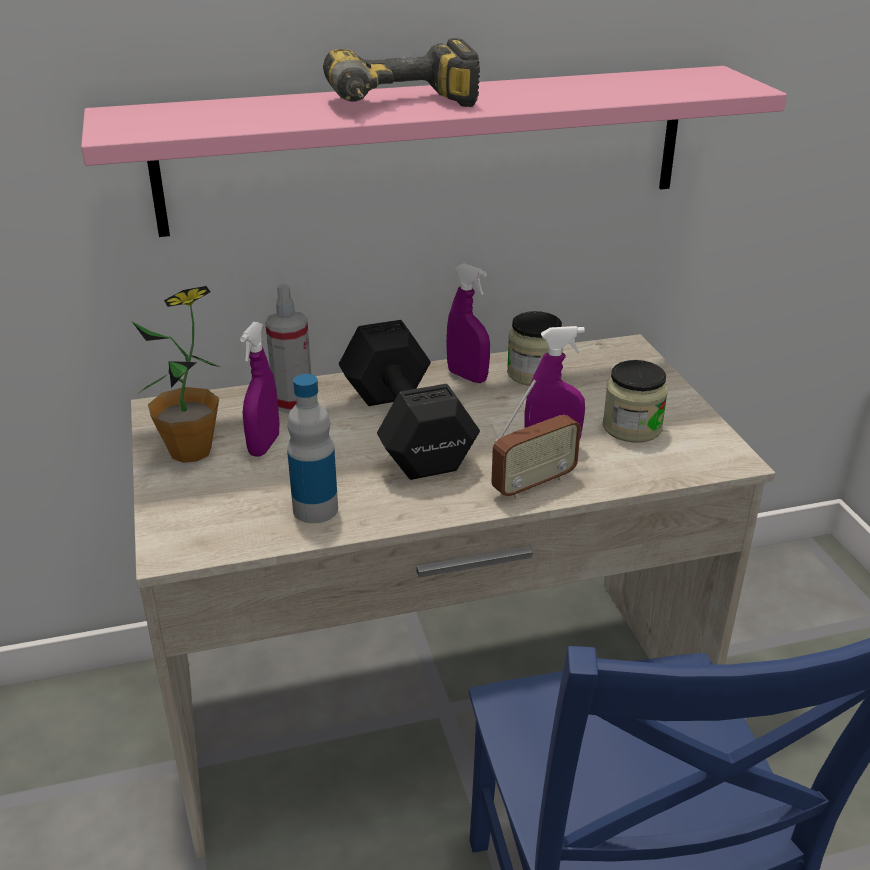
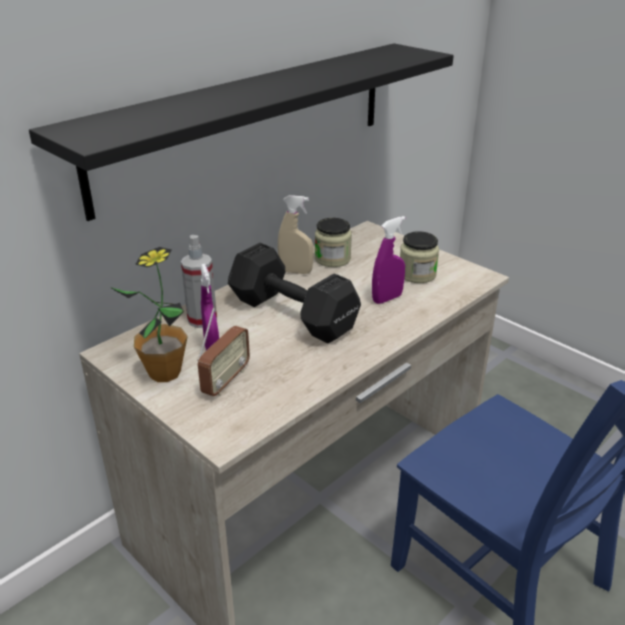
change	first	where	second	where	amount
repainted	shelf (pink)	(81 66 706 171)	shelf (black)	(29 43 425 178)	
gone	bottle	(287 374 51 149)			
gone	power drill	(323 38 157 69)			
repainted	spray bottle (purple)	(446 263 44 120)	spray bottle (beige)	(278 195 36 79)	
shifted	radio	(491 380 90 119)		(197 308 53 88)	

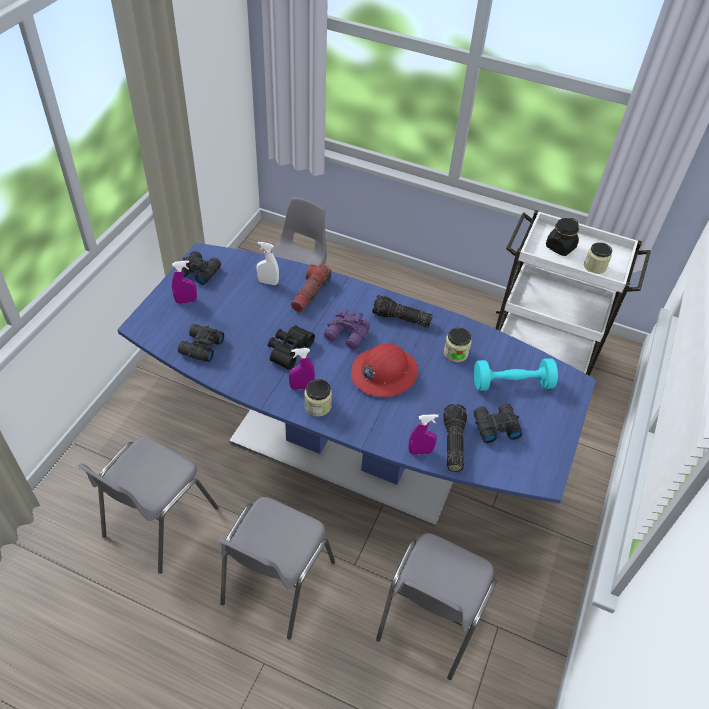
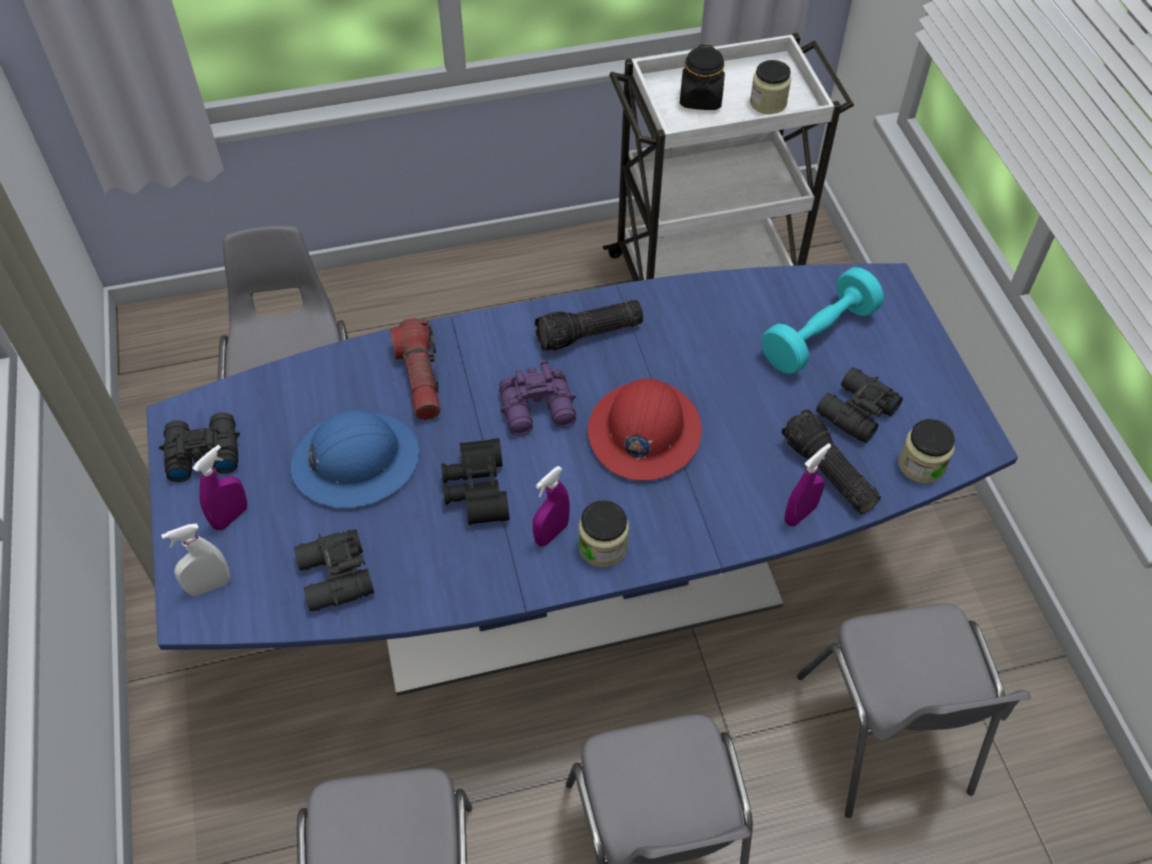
change	first	where	second	where	amount
shifted	spray bottle (white)	(257 242 22 43)		(161 524 69 72)	
shifted	jar	(444 328 28 35)		(898 419 57 65)	
new			hard hat (blue)	(291 410 128 98)	

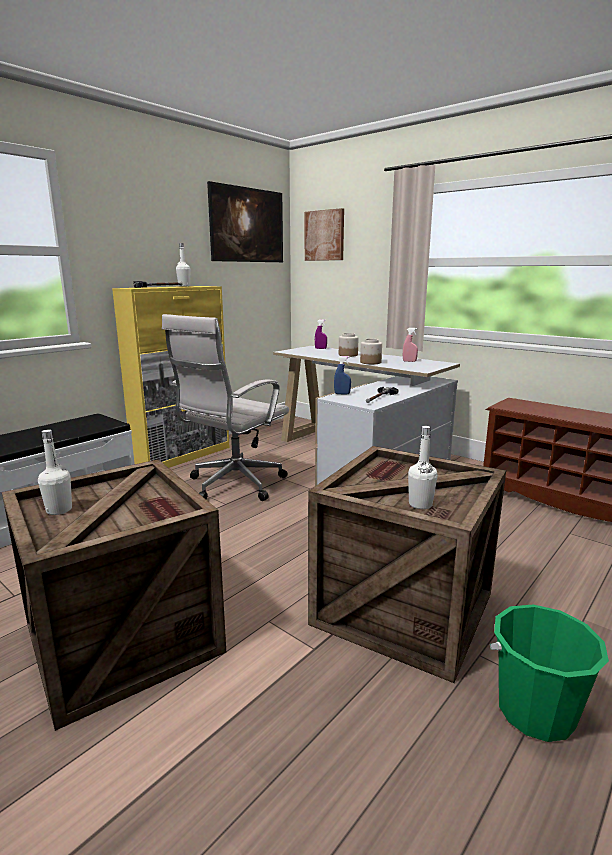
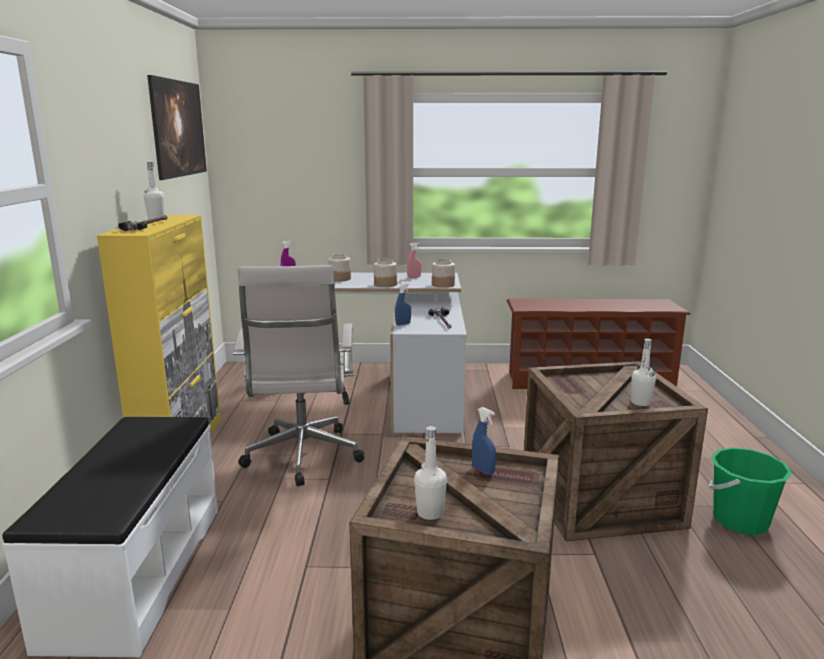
change	first	where	second	where	amount
gone	picture	(305 208 39 53)			
new			jar	(432 259 23 29)	
new			spray bottle (blue)	(472 407 24 68)	

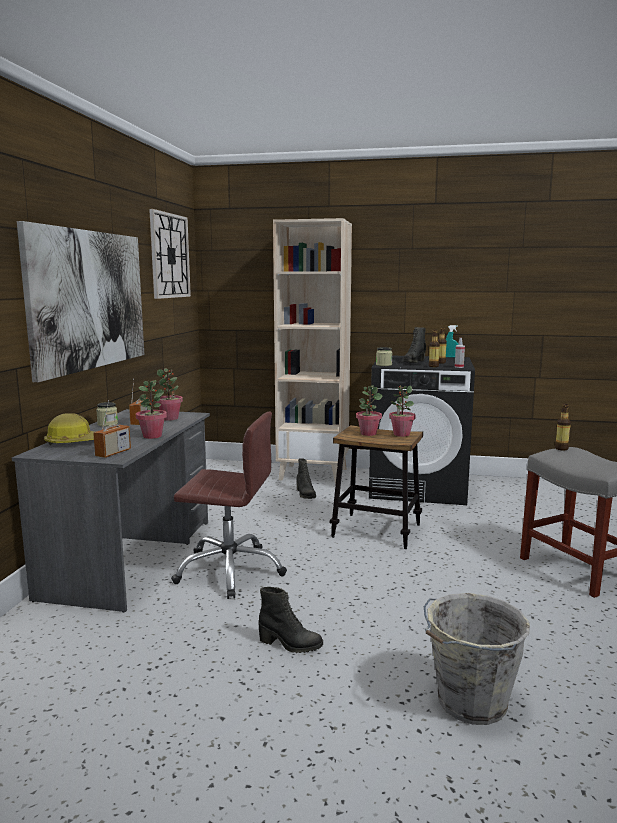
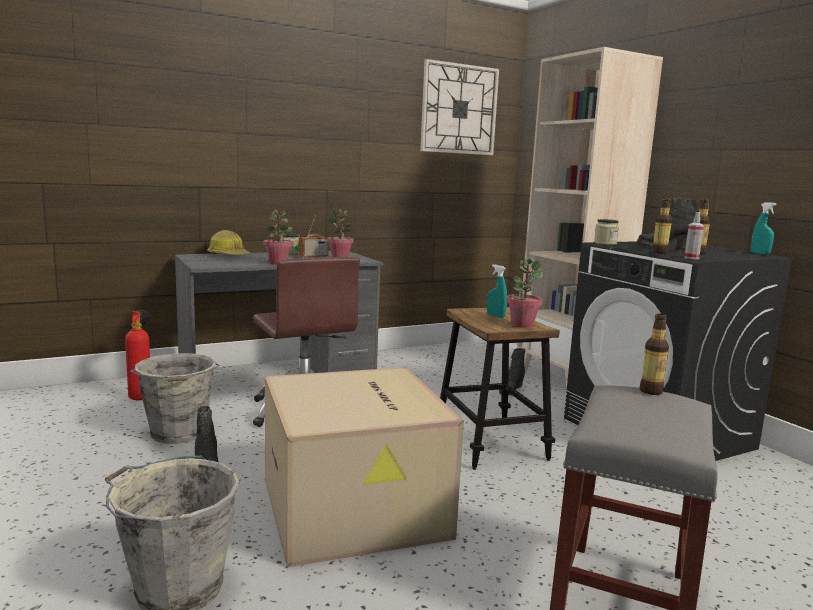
change	first	where	second	where	amount
gone	picture	(17 221 127 161)			
gone	radio	(93 400 38 58)			
swapped	potted plant	(356 385 26 51)	spray bottle (turquoise)	(487 265 20 53)	
new			fire extinguisher	(125 310 25 90)	
new			bucket (grey)	(130 353 89 91)	
new			cardboard box	(265 367 199 200)	

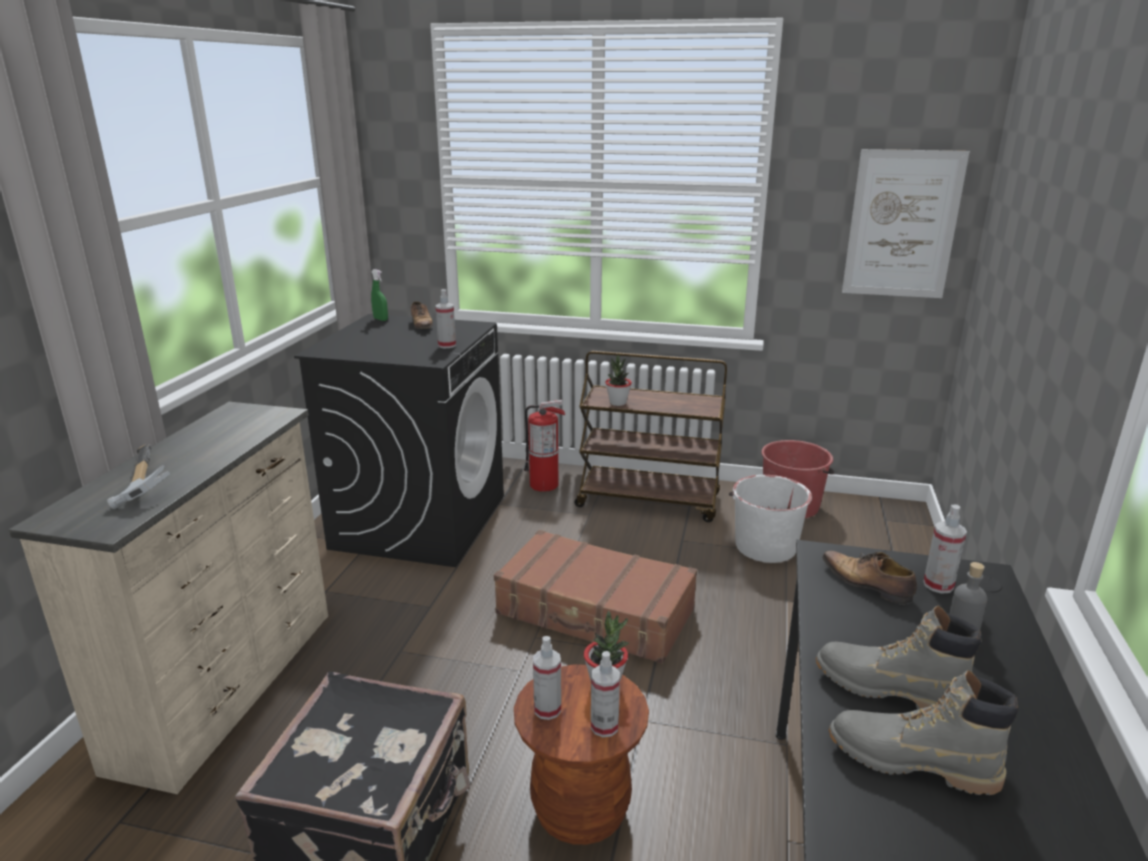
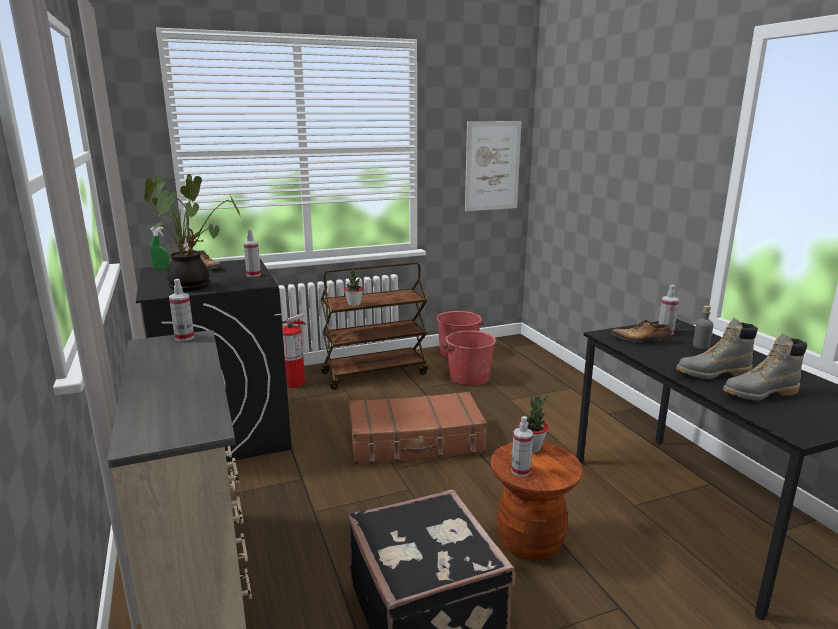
change	first	where	second	where	amount
gone	hammer	(107 444 63 65)			
shifted	spray bottle	(591 651 29 86)		(169 279 25 62)	
repainted	bucket (white)	(729 475 84 88)	bucket (red)	(444 330 52 56)	
new			potted plant	(144 174 96 117)	

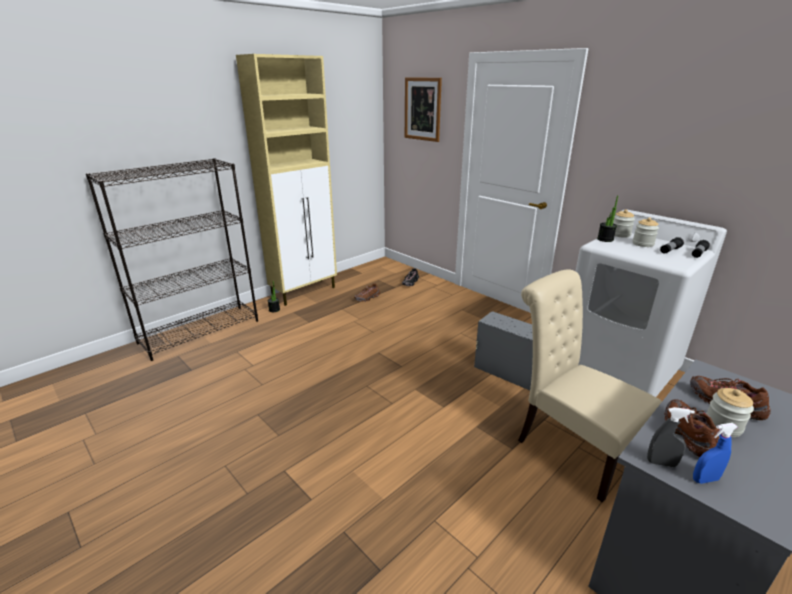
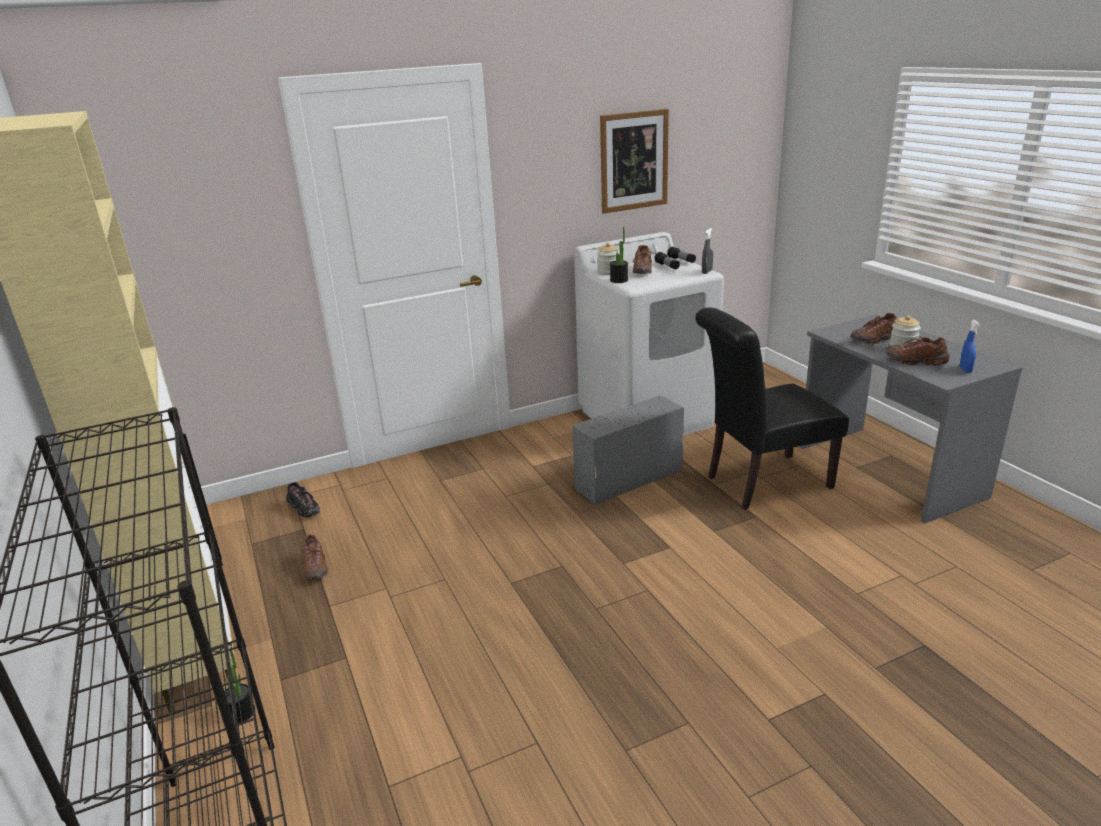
change	first	where	second	where	amount
shifted	picture	(405 77 37 65)		(600 109 69 105)	
repainted	chair (beige)	(518 269 144 234)	chair (black)	(695 307 154 203)	
swapped	jar	(633 217 26 30)	shoe (brown)	(633 245 19 29)	
shifted	spray bottle (grey)	(647 407 48 60)		(702 228 11 46)	

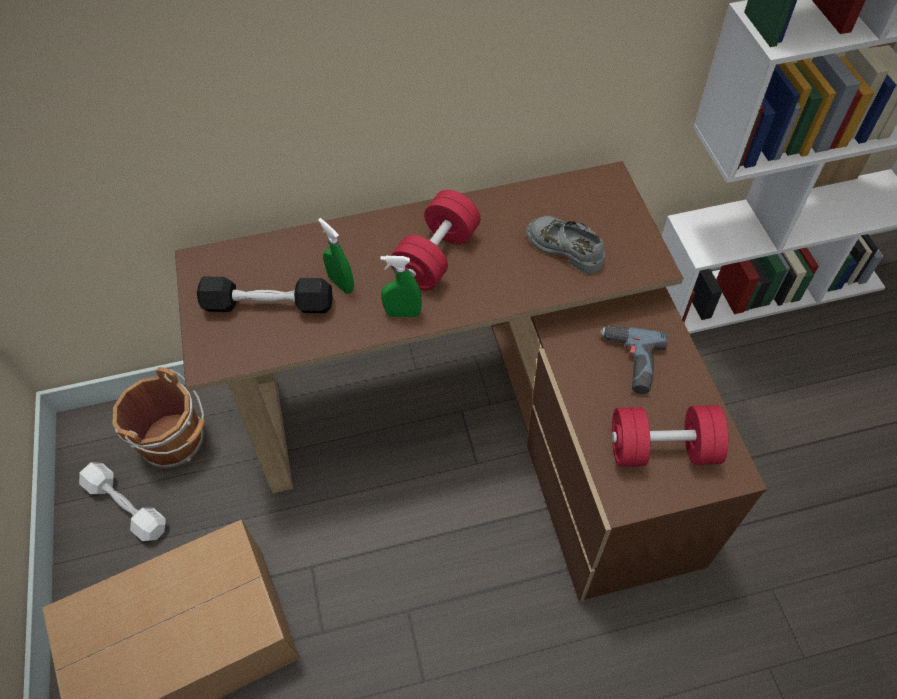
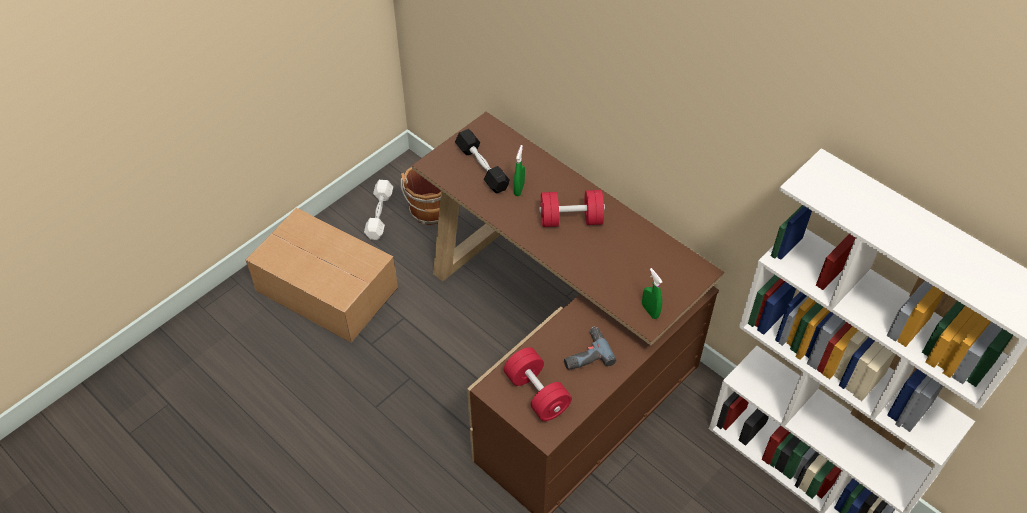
change	first	where	second	where	amount
shifted	spray bottle (green)	(381 256 41 61)		(642 268 20 51)	
gone	shoe (grey)	(526 216 79 58)			

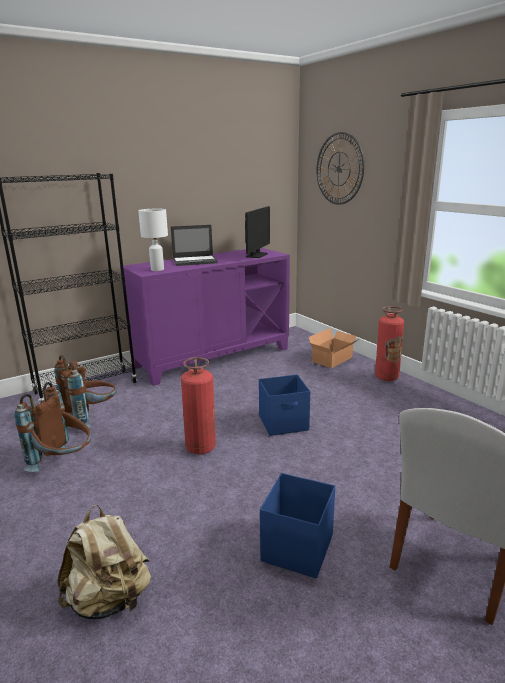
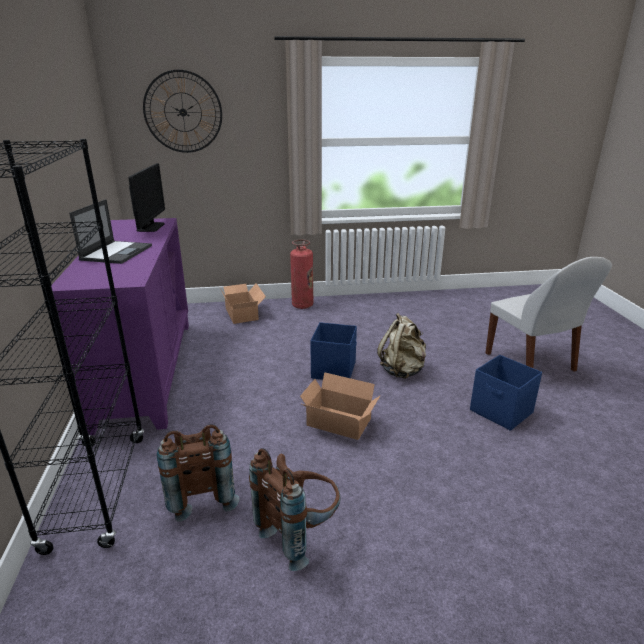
change	first	where	second	where	amount
shifted	backpack (beige)	(57 504 94 115)		(377 313 49 66)	
gone	table lamp (white)	(138 209 30 62)			
swapped	fire extinguisher	(181 357 35 97)	cardboard box	(300 372 81 68)	
rotated	monitor	(245 206 25 52)		(128 163 37 69)	45 degrees clockwise

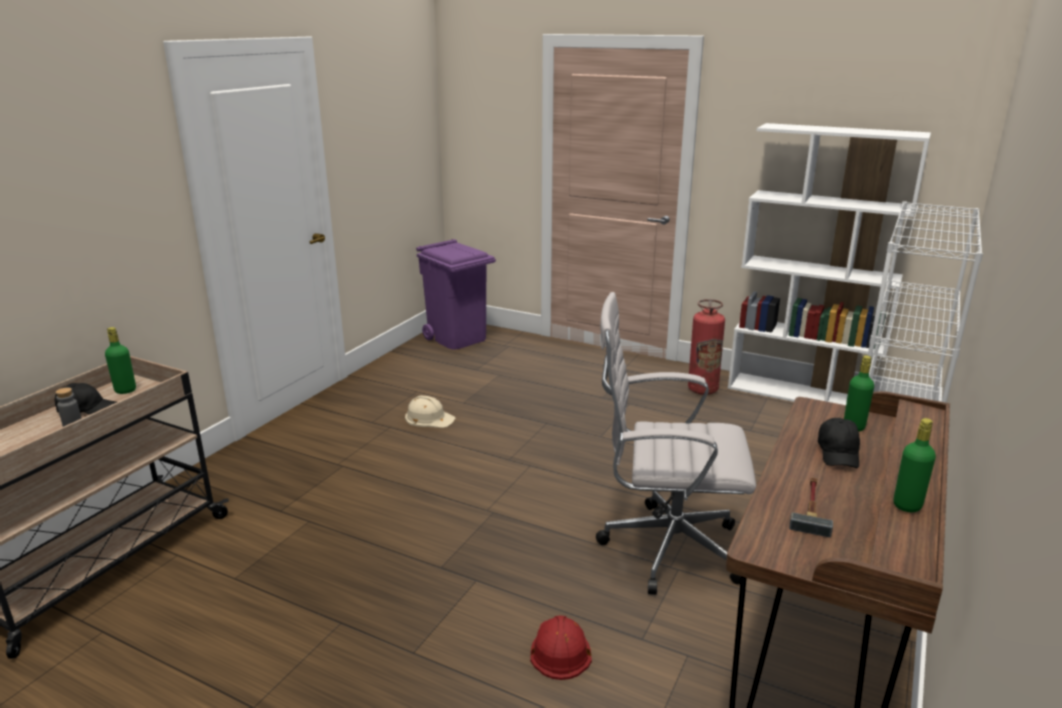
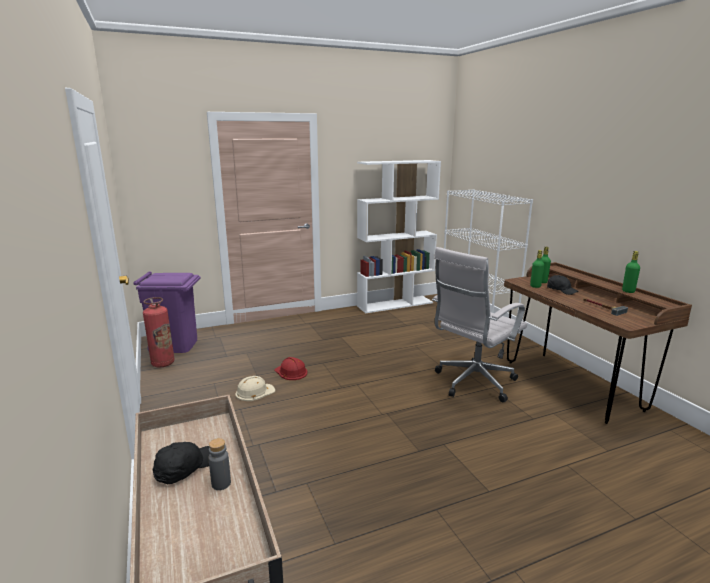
change	first	where	second	where	amount
shifted	bottle (green)	(105 327 31 67)		(530 250 14 38)	
shifted	hard hat (red)	(530 615 62 65)		(274 357 33 23)	
shifted	fire extinguisher	(688 299 37 96)		(143 297 32 70)	

